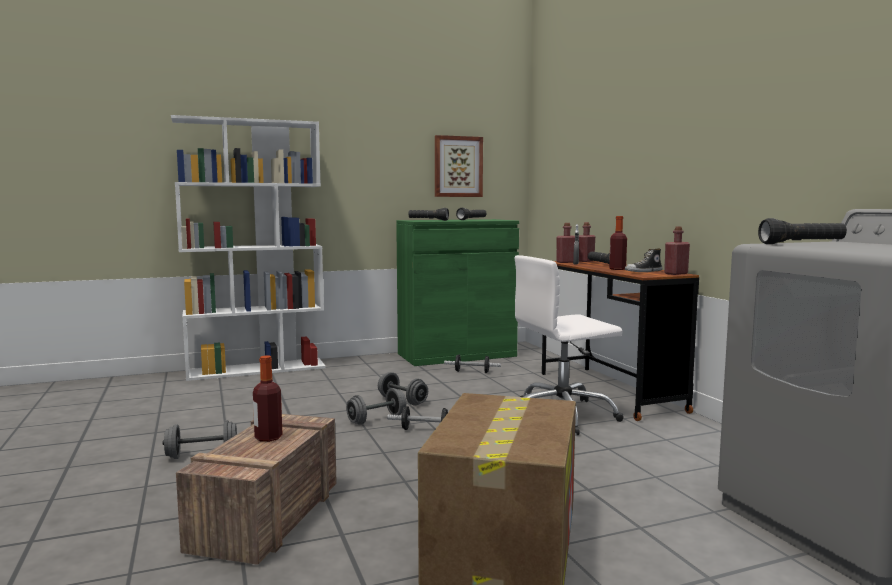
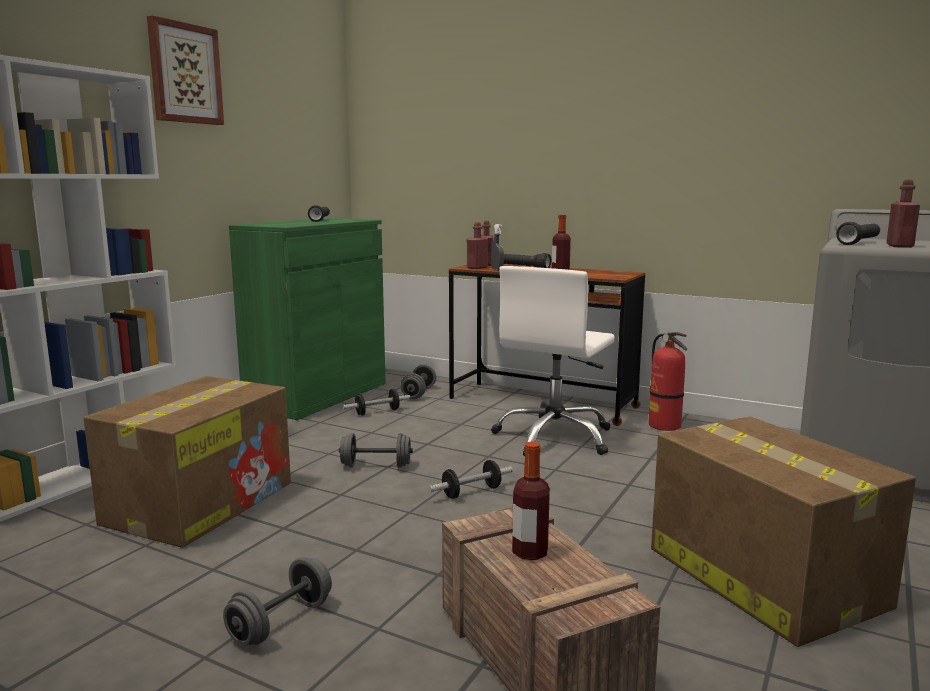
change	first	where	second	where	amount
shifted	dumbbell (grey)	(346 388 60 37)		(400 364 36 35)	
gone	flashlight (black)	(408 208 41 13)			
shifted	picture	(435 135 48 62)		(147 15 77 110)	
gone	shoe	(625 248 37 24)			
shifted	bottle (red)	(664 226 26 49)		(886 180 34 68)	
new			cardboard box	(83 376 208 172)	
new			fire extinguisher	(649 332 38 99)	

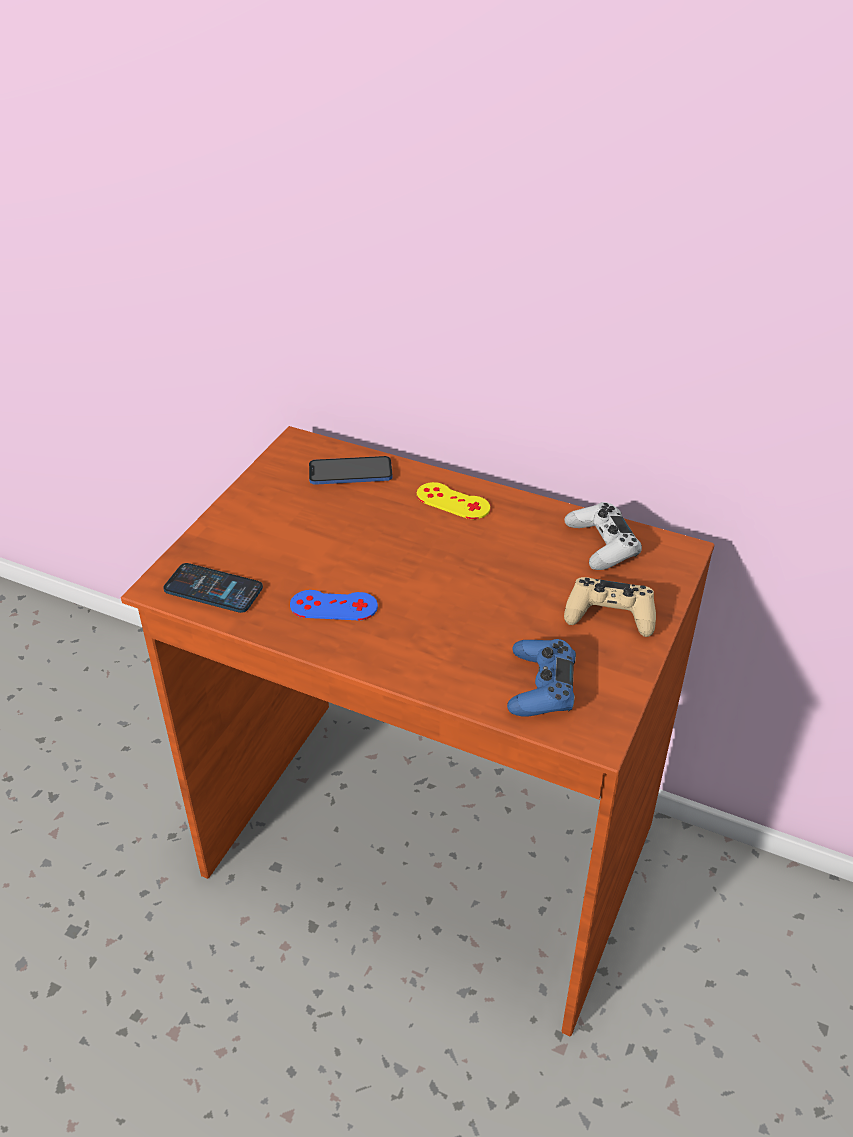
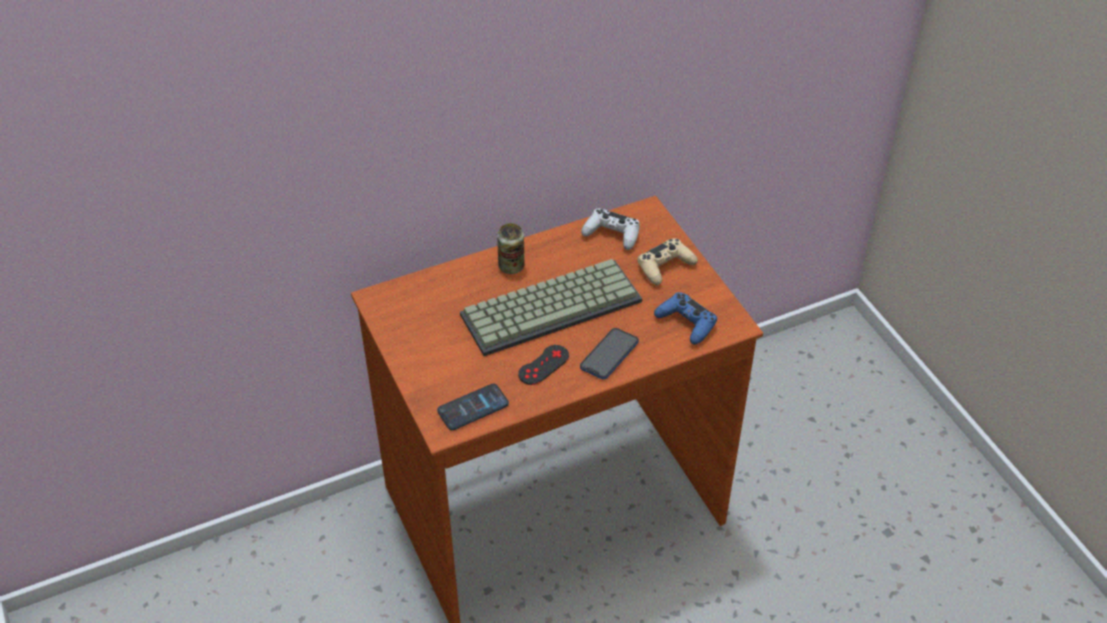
change	first	where	second	where	amount
repainted	game controller (blue)	(290 590 88 30)	game controller (black)	(518 345 51 40)	
shifted	phone	(309 456 84 29)		(580 328 59 51)	
swapped	game controller (yellow)	(417 482 73 37)	can	(497 223 28 51)	
new			keyboard	(460 259 182 97)	

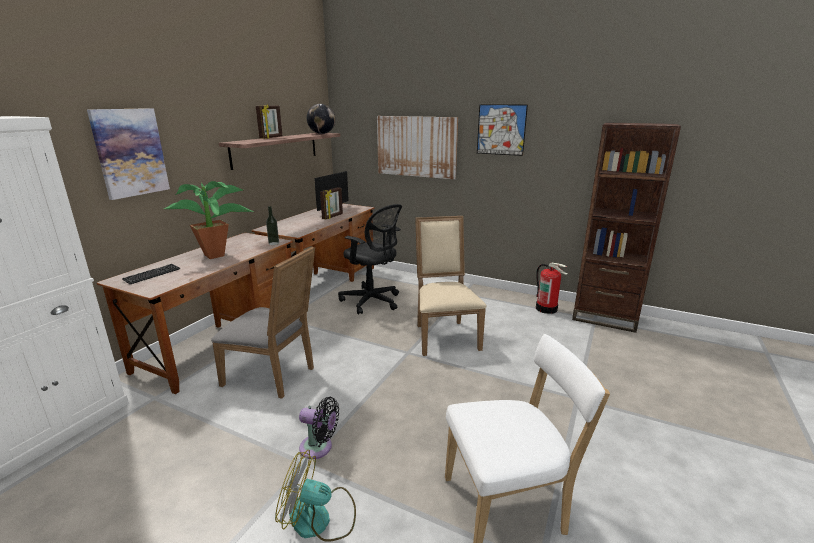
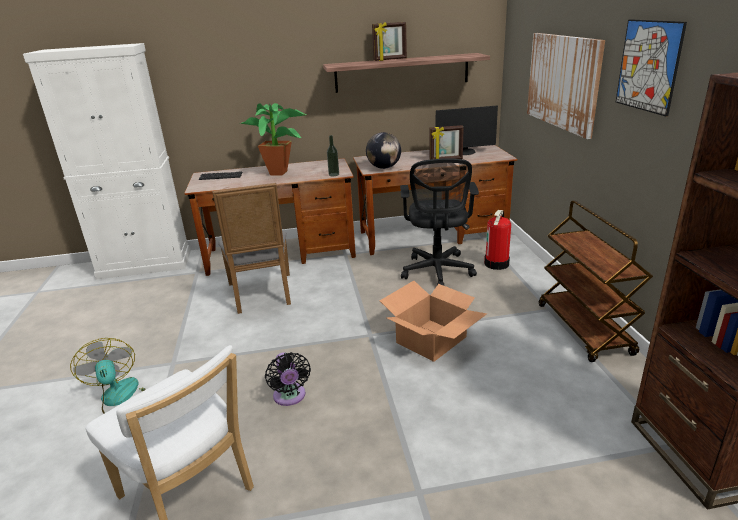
change	first	where	second	where	amount
gone	picture	(87 108 83 92)			
shifted	fan (black)	(299 397 40 62)		(265 352 46 54)	
shifted	globe	(307 104 28 30)		(366 132 35 37)	
swapped	chair (beige)	(415 216 72 140)	cardboard box	(380 281 107 81)	
shifted	fire extinguisher	(536 263 31 51)		(484 210 27 60)	
new			cart (brown)	(539 200 114 162)	

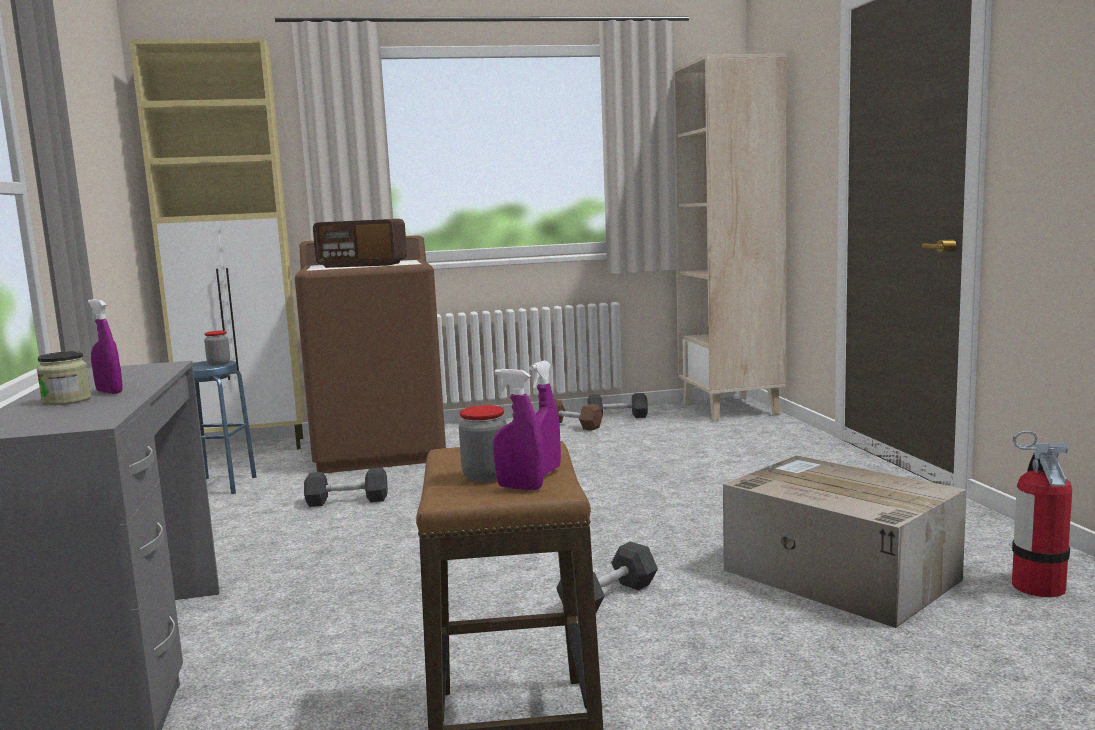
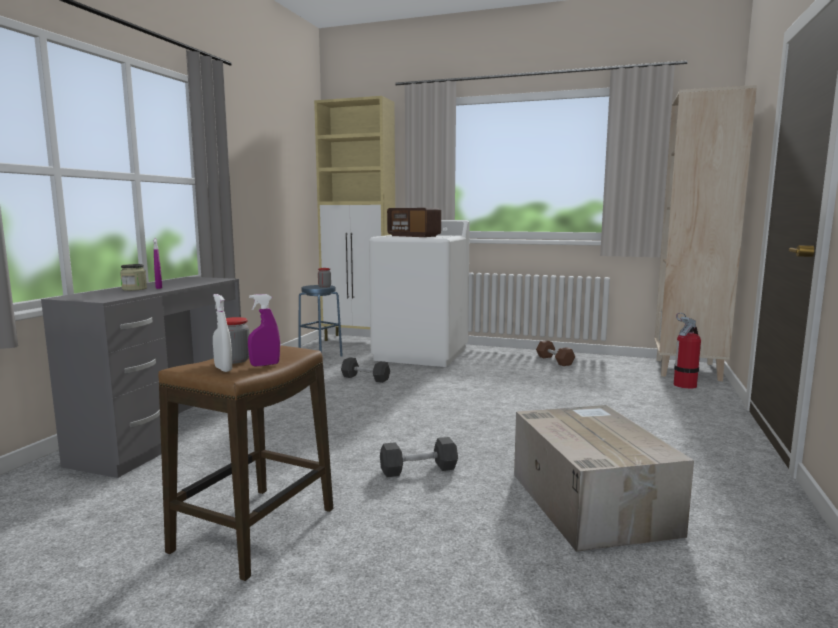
change	first	where	second	where	amount
repainted	washing machine (brown)	(295 235 151 238)	washing machine (white)	(369 220 101 147)	
repainted	spray bottle (purple)	(493 369 51 121)	spray bottle (white)	(213 294 19 78)	
gone	dumbbell (grey)	(587 393 61 25)			
shifted	fire extinguisher	(1012 431 60 166)		(674 313 27 76)	

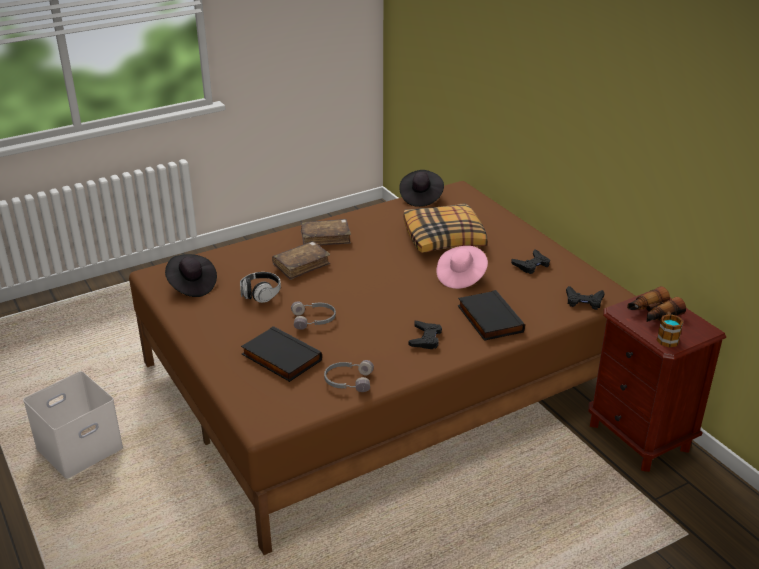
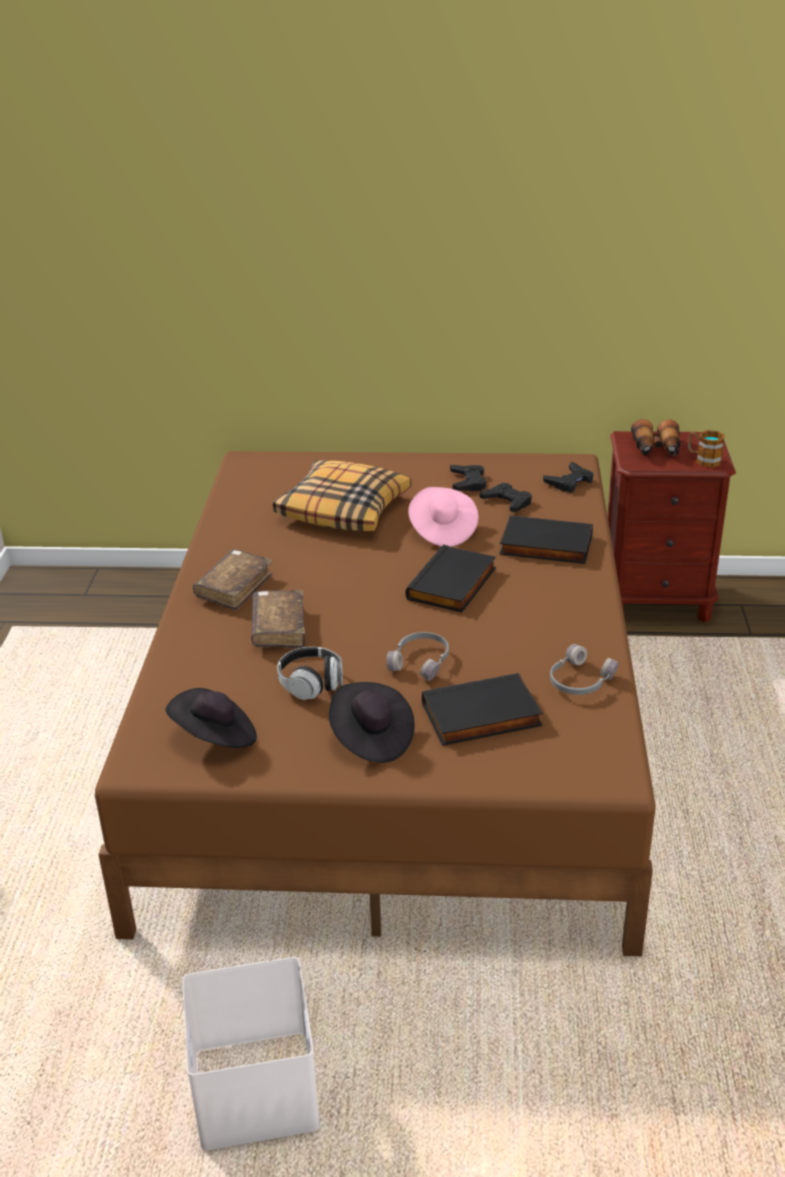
change	first	where	second	where	amount
shifted	hat (black)	(399 170 45 37)		(329 682 86 81)	
shifted	game controller (black)	(408 321 34 28)		(480 483 52 29)	
new			book (black)	(406 544 90 68)	

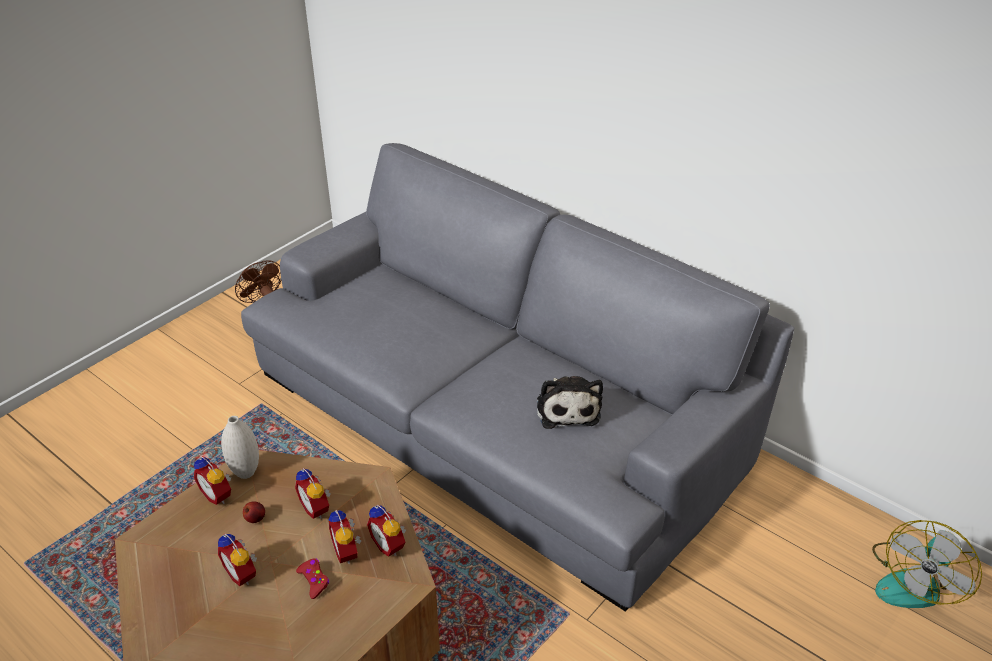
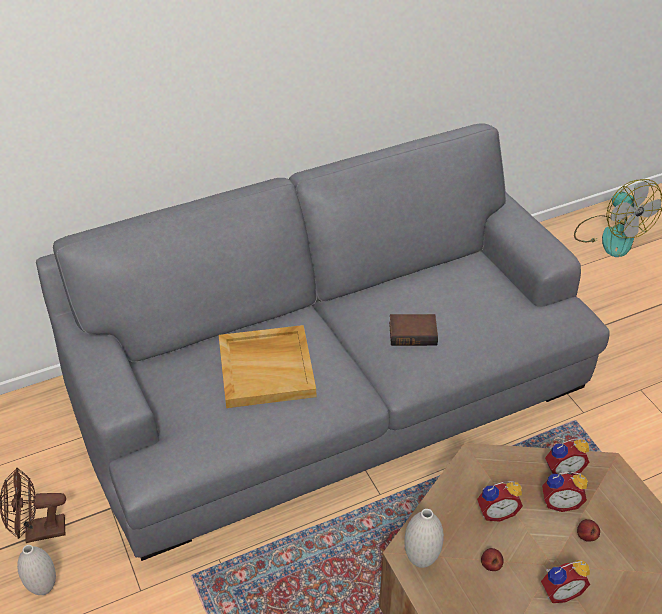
change	first	where	second	where	amount
gone	alarm clock	(194 456 37 49)			
swapped	game controller (red)	(296 559 33 40)	apple	(577 519 23 23)	
gone	plush toy	(537 376 66 53)			
new			vase (white)	(17 545 39 50)	
new			tray (beige)	(219 325 97 83)	
new			book	(389 314 49 32)	

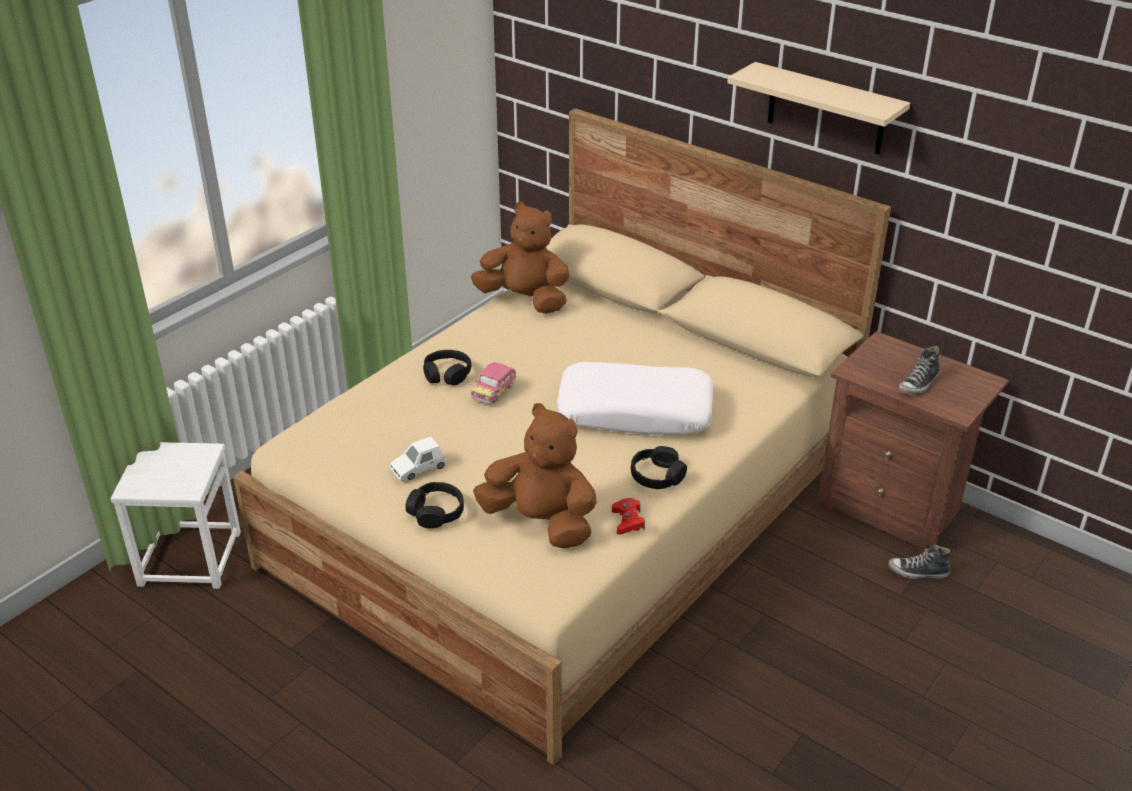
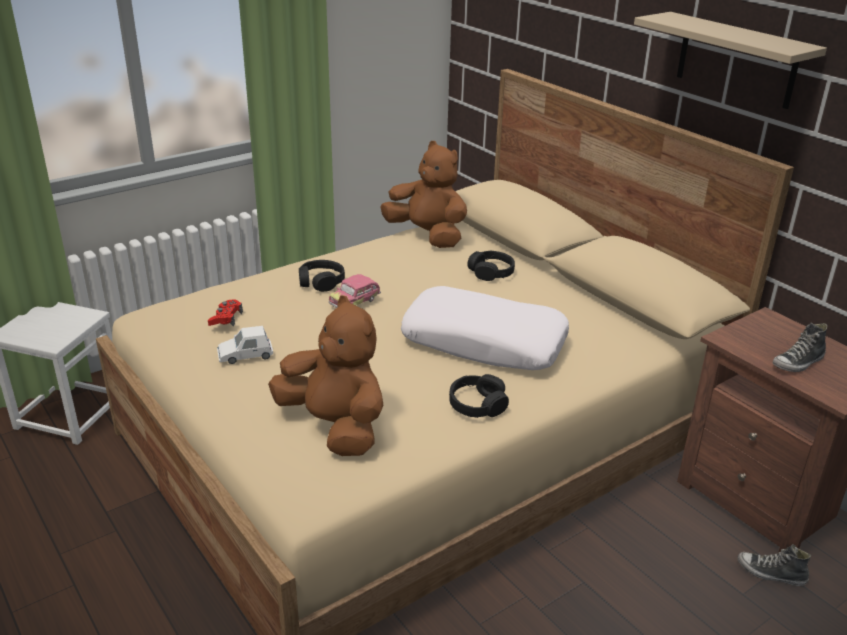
change	first	where	second	where	amount
shifted	headphones (black)	(405 482 59 46)		(467 251 48 30)	
shifted	game controller (red)	(612 498 33 37)		(208 299 35 27)	

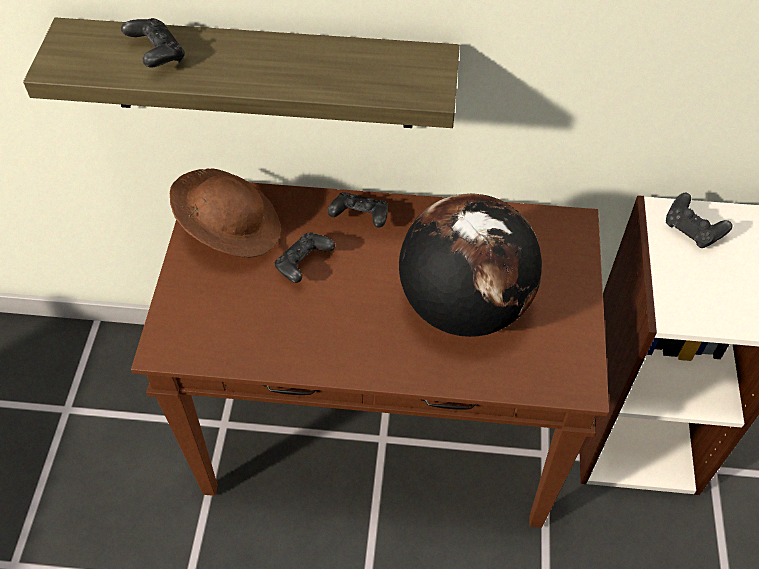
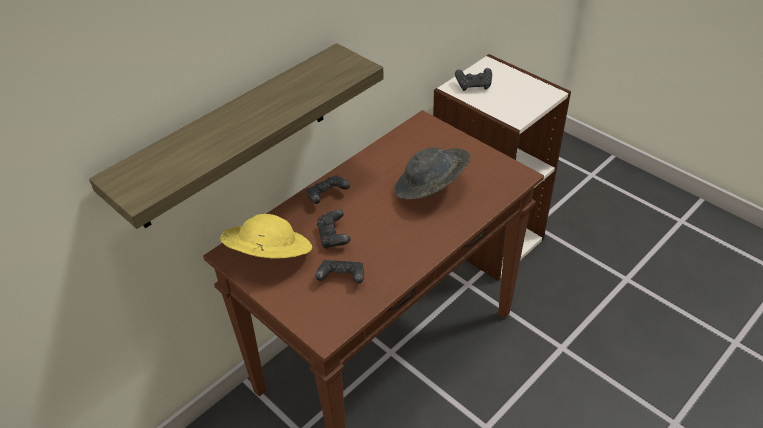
change	first	where	second	where	amount
shifted	game controller (black)	(121 18 64 50)		(315 260 49 24)	
repainted	hat (brown)	(170 168 111 90)	hat (yellow)	(220 214 92 44)	
swapped	globe	(399 193 143 144)	hat (grey)	(394 148 76 52)	

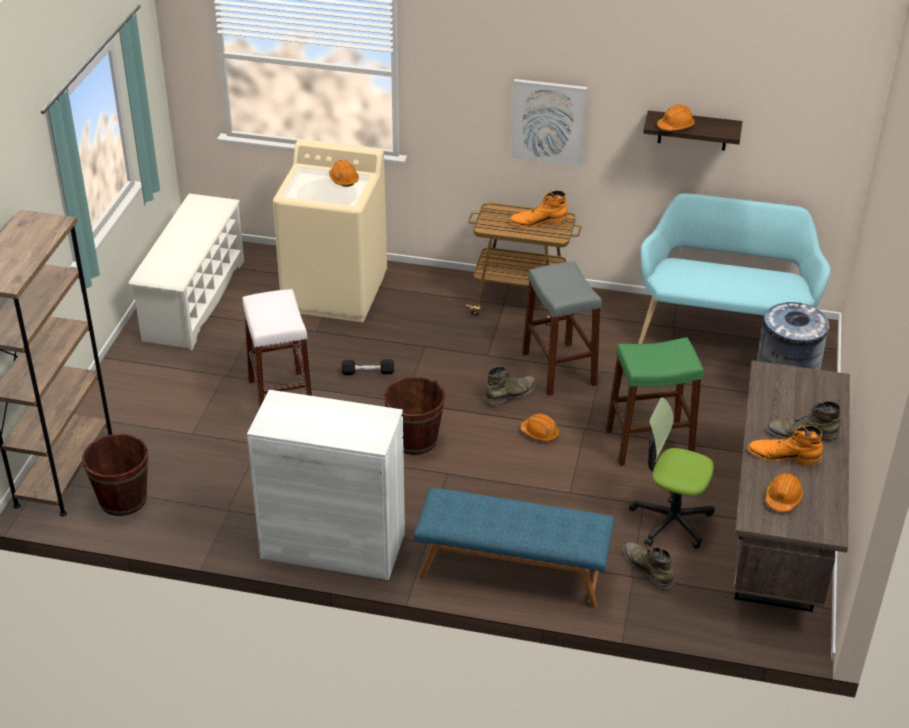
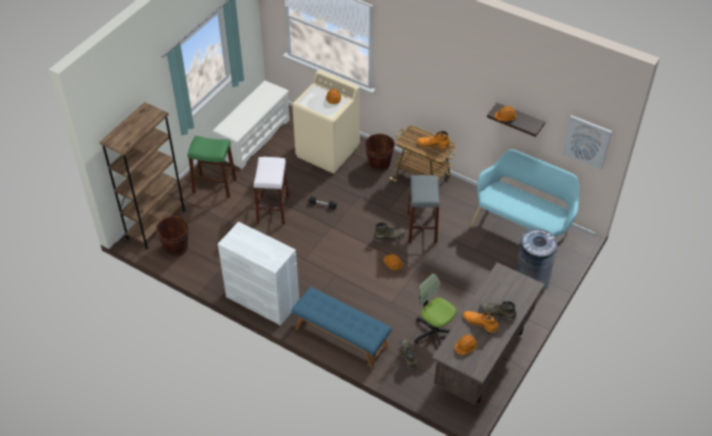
change	first	where	second	where	amount
shifted	bucket (brown)	(384 377 61 78)		(365 134 30 38)	
shifted	picture	(511 79 76 87)		(562 115 50 55)	
shifted	stool (green)	(606 337 98 129)		(187 136 49 62)	

